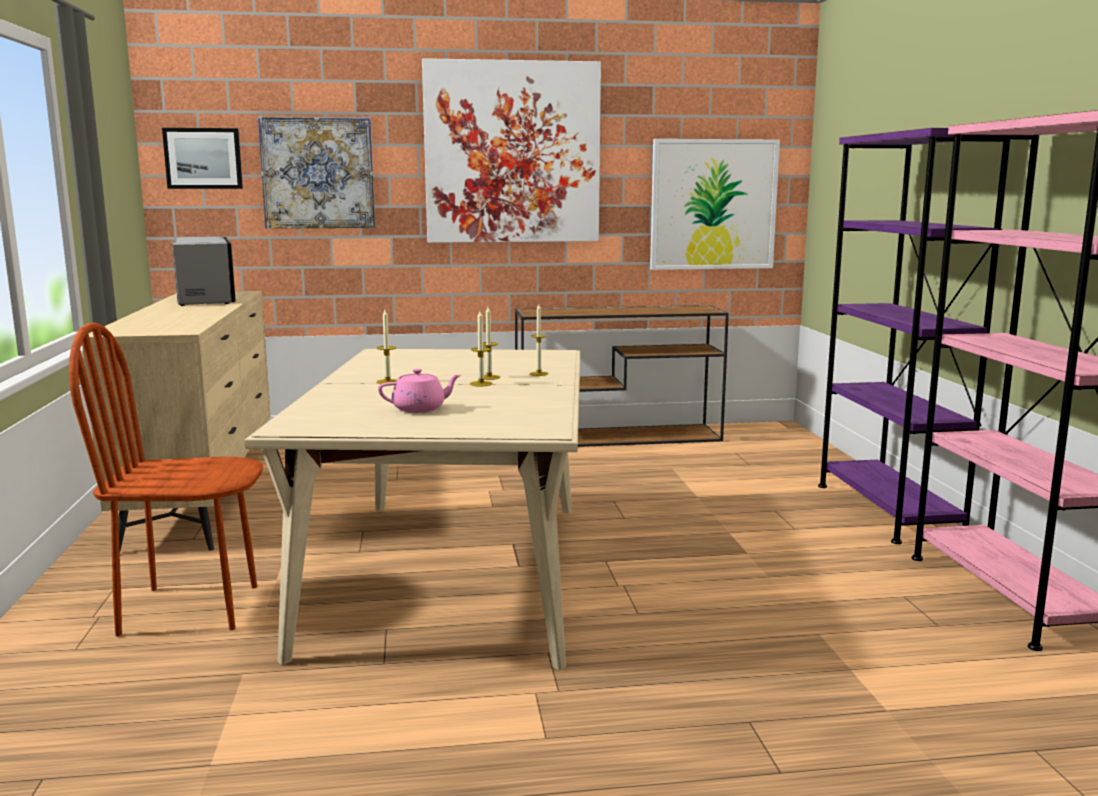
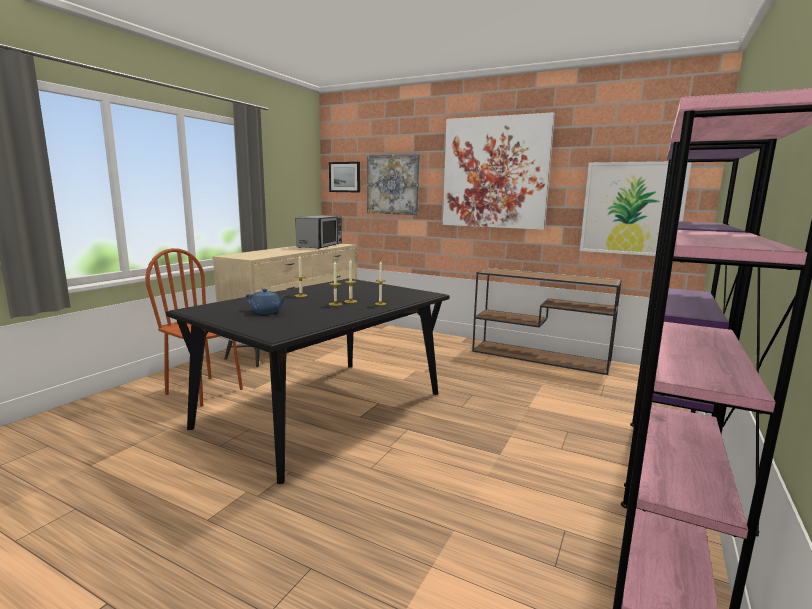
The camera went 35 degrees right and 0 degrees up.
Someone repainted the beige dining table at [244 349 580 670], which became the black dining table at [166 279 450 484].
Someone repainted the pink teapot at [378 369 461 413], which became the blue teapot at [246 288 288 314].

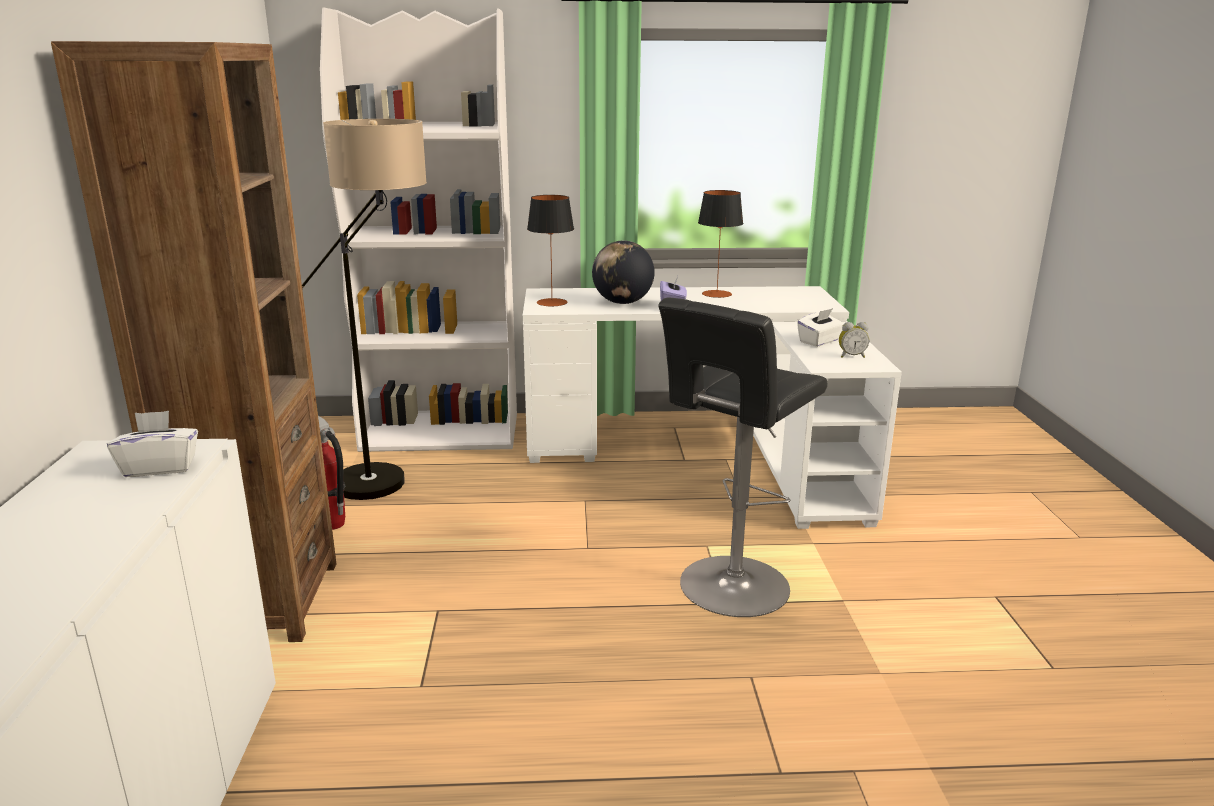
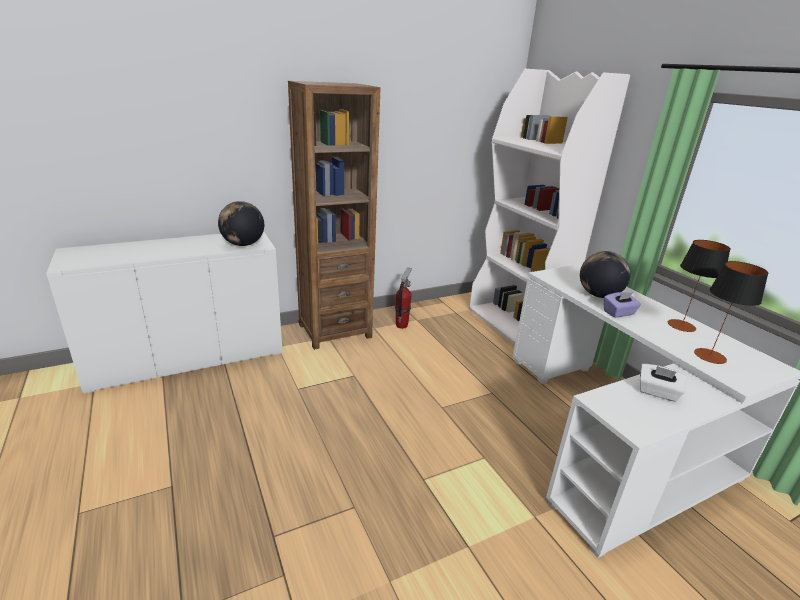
The camera went 65 degrees right and 5 degrees up.
Someone took away the floor lamp at [302 119 427 500].
Someone took away the black stool at [658 297 828 617].
Someone took away the alarm clock at [839 322 869 358].
Someone carried the table lamp from [527 195 574 307] to [694 261 769 364].
Someone swapped the white tissue box at [107 411 198 477] for the globe at [218 201 264 246].

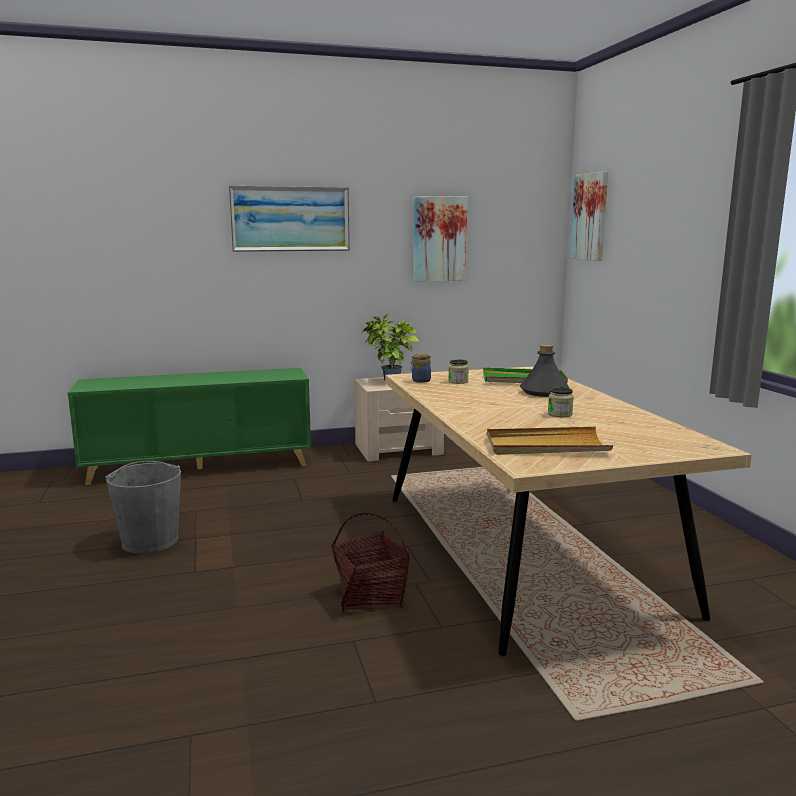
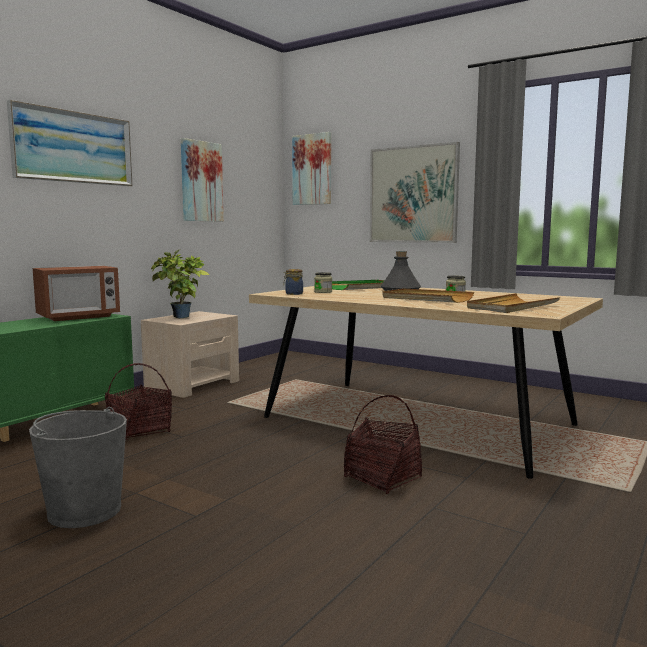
The camera went 40 degrees left and 5 degrees down.
Someone put down the microwave at [33 266 120 321].
Someone put down the basket at [105 363 172 440].
Someone put up the picture at [370 142 460 243].
Someone put down the beige tray at [382 288 474 303].

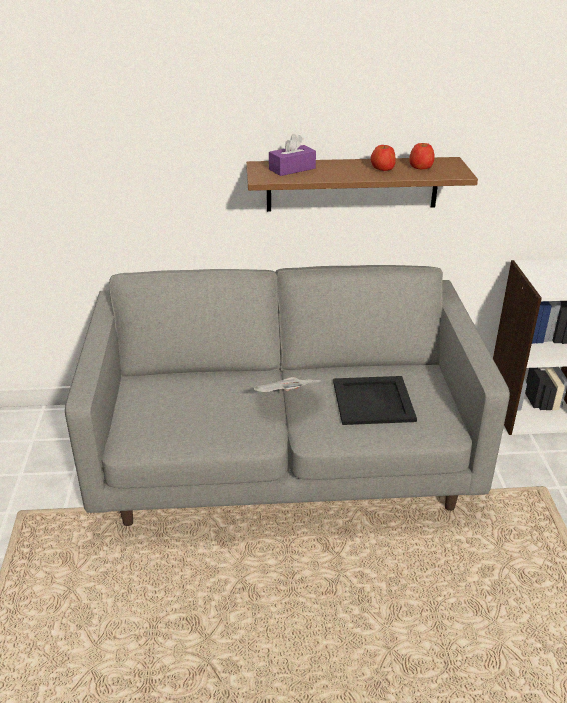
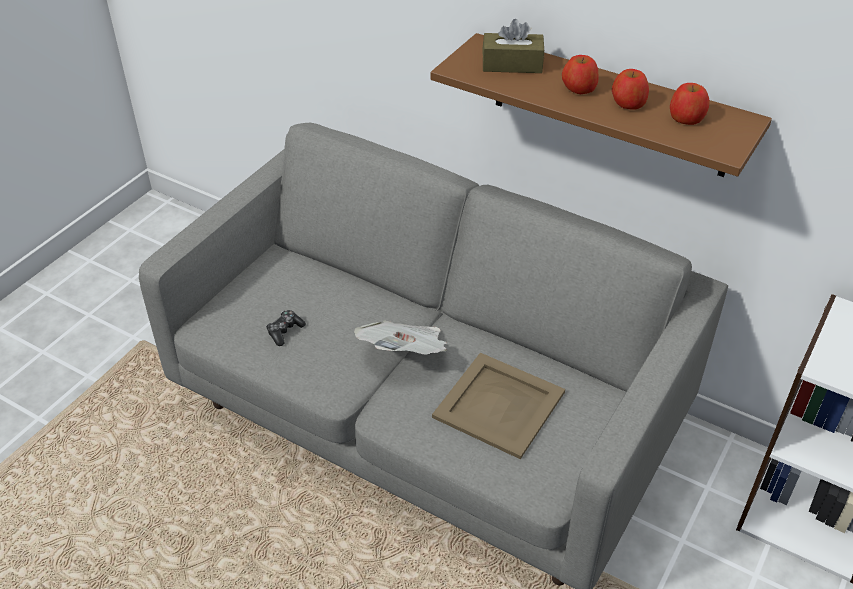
The camera went 35 degrees right and 10 degrees up.
Someone put down the game controller at [266 310 306 346].
Someone put down the apple at [562 55 599 94].
Someone repainted the purple tissue box at [269 133 316 176], which became the brown tissue box at [482 19 544 73].
Someone repainted the black tray at [333 376 417 425], which became the beige tray at [432 353 565 459].

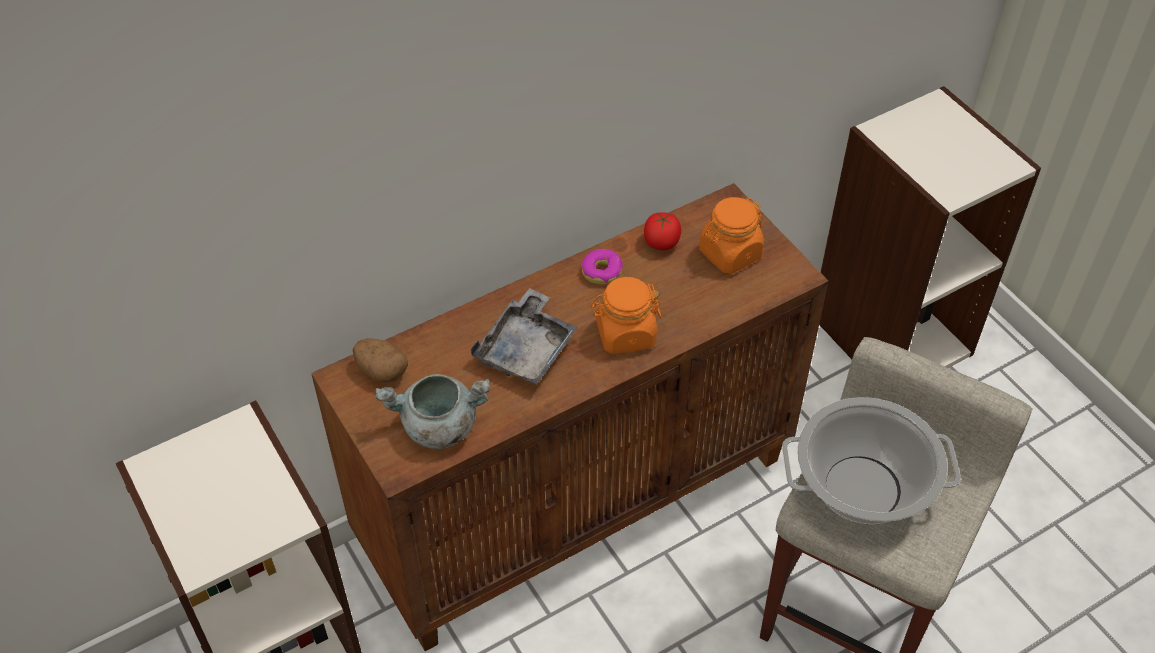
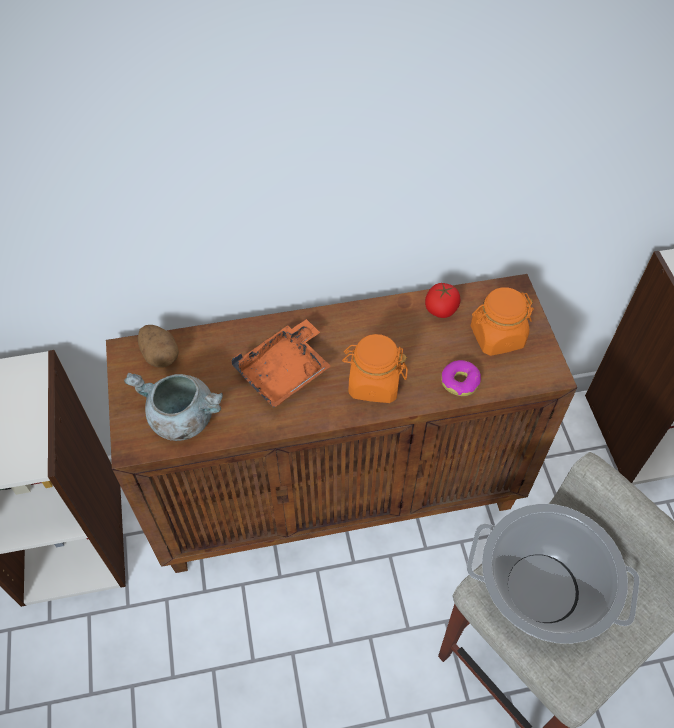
The camera went 20 degrees right and 5 degrees up.
Someone carried the donut from [582 249 623 284] to [441 360 481 396].
Someone repainted the grey tray at [470 288 578 384], which became the orange tray at [231 319 331 408].

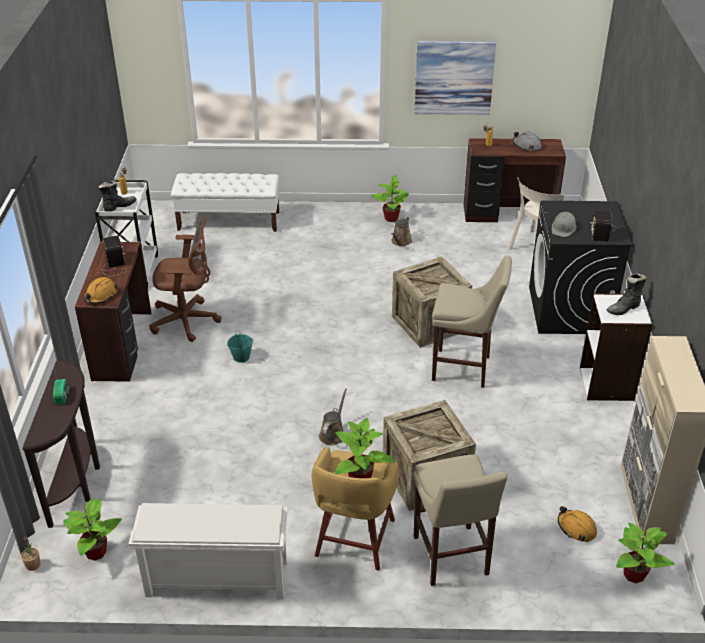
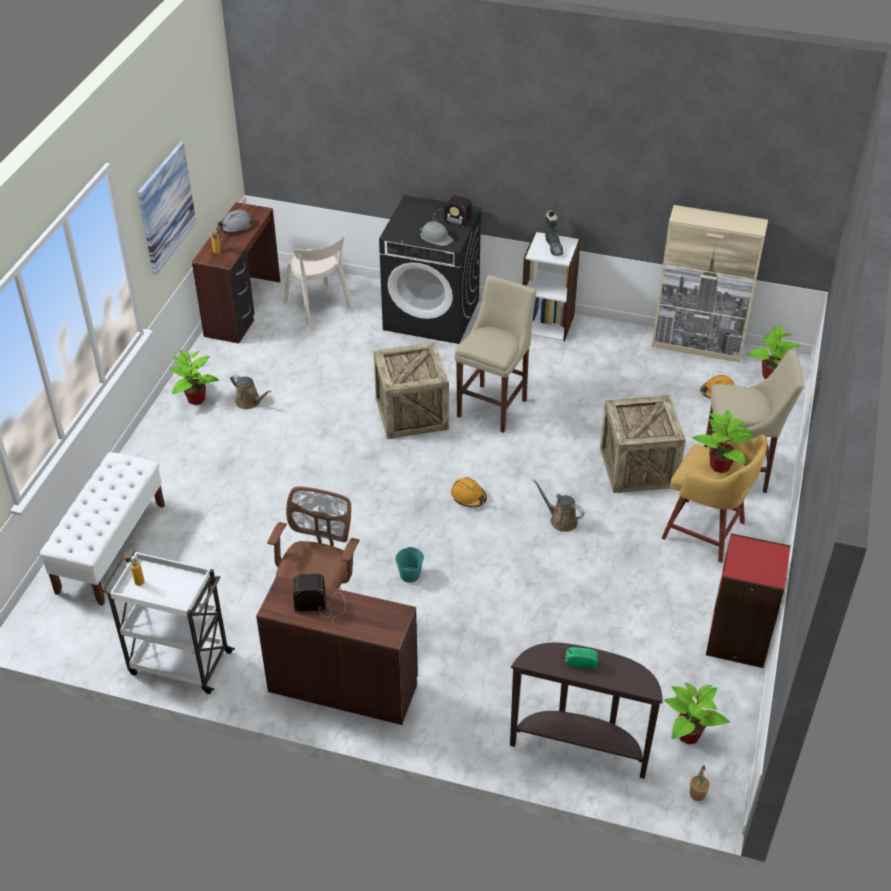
The camera went 75 degrees left and 5 degrees up.
Someone took away the black boot at [99 181 136 211].
Someone carried the orange hard hat from [83 277 118 304] to [451 477 487 507].
Someone swapped the white shoe rack at [129 503 288 599] for the red bookcase at [706 533 791 668].

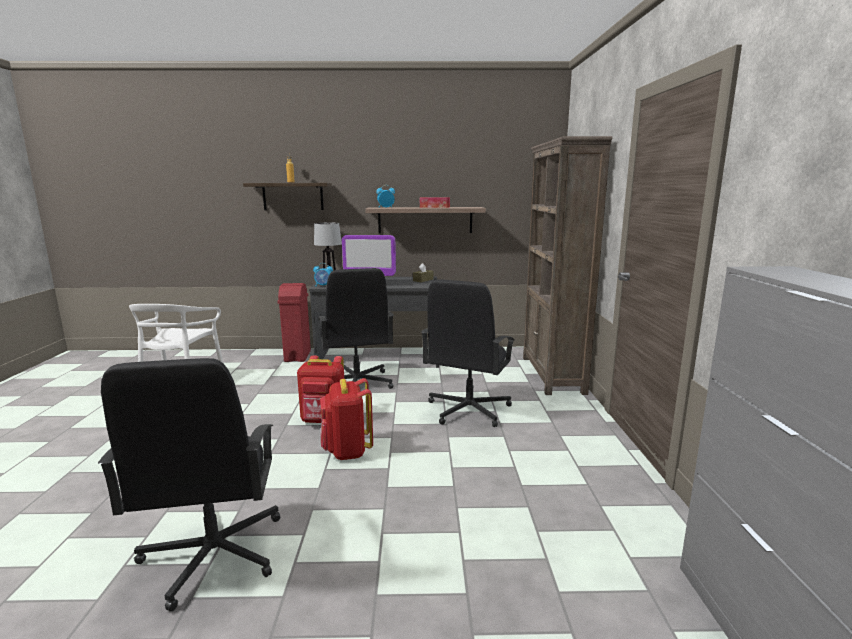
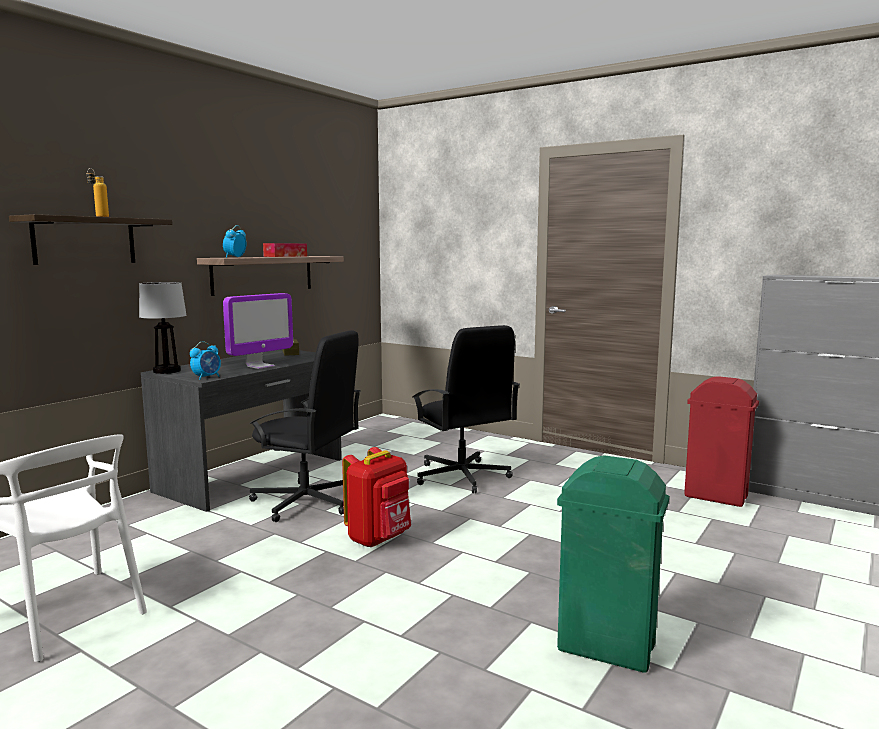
The camera went 55 degrees left and 5 degrees down.
Someone took away the red backpack at [320 378 373 460].
Someone took away the brown bookcase at [523 136 612 395].
Someone carried the red trash can from [277 283 311 362] to [684 376 759 507].
Someone swapped the black office chair at [98 358 280 612] for the green trash can at [557 455 669 672].

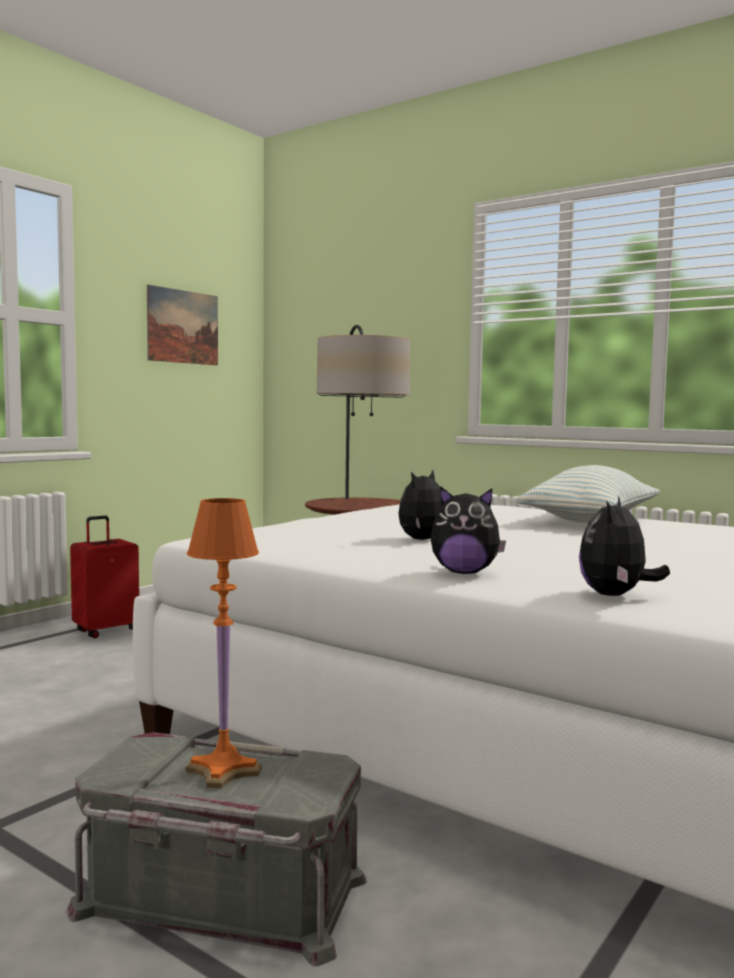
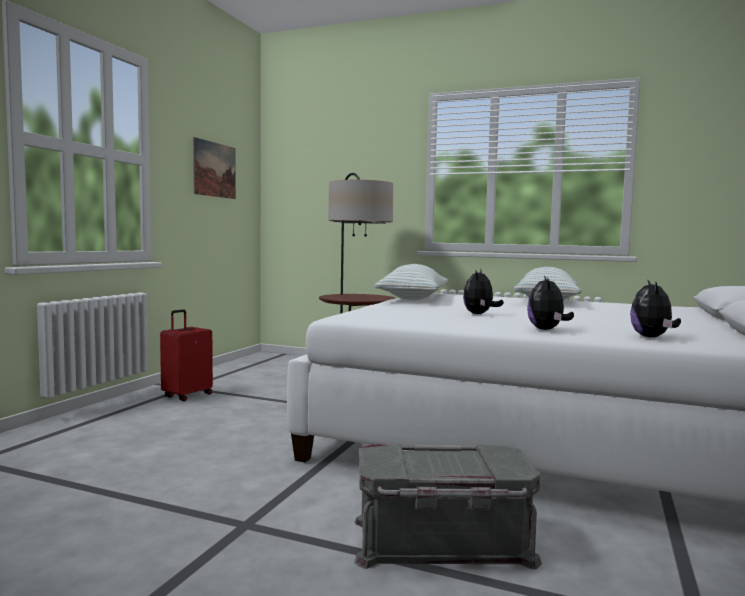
The camera went 15 degrees left and 0 degrees up.
Someone took away the orange table lamp at [186 498 262 789].
Someone put down the pillow at [375 264 448 300].
Someone rotated the plush toy at [431 487 506 574] by 105 degrees clockwise.

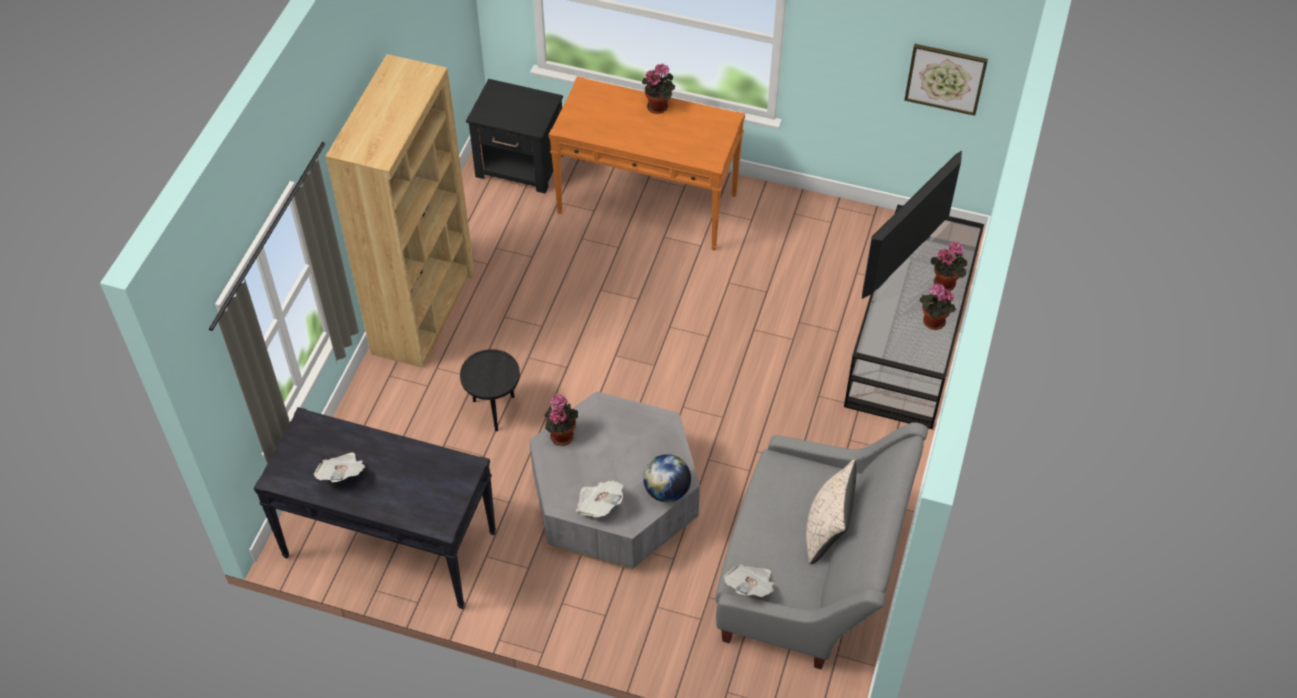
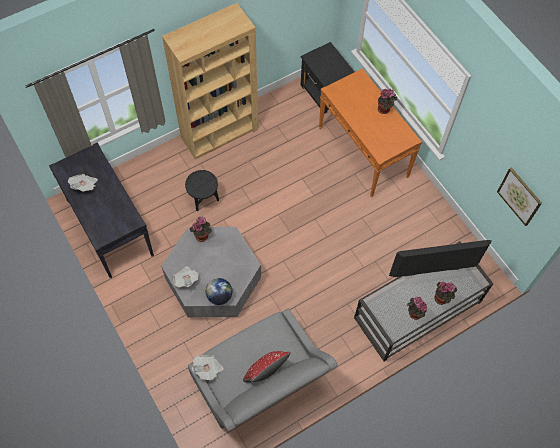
The camera went 40 degrees right and 10 degrees up.
Someone repainted the beige pillow at [806 460 856 564], which became the red pillow at [243 351 290 383].

